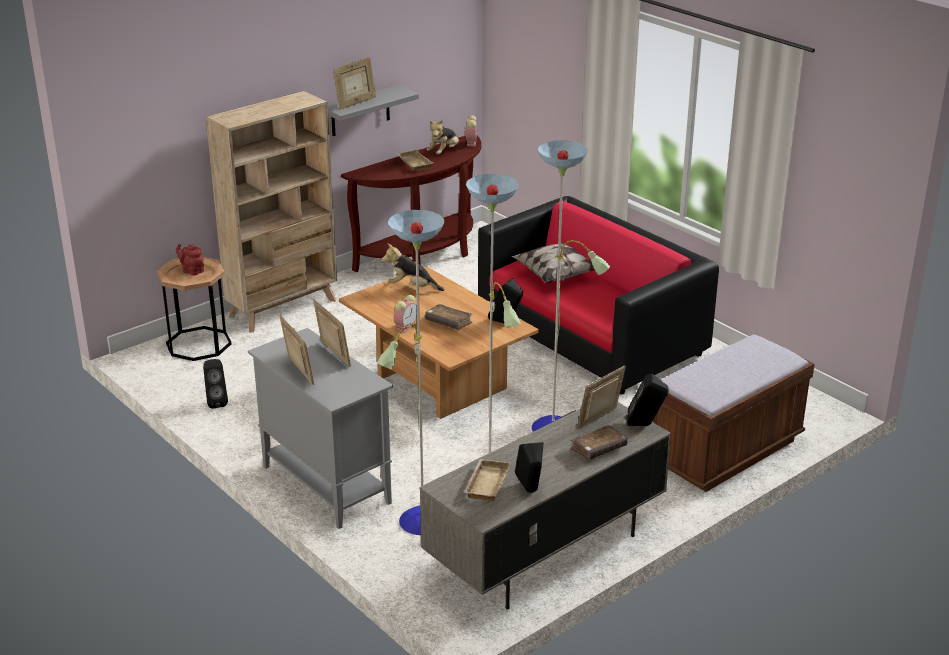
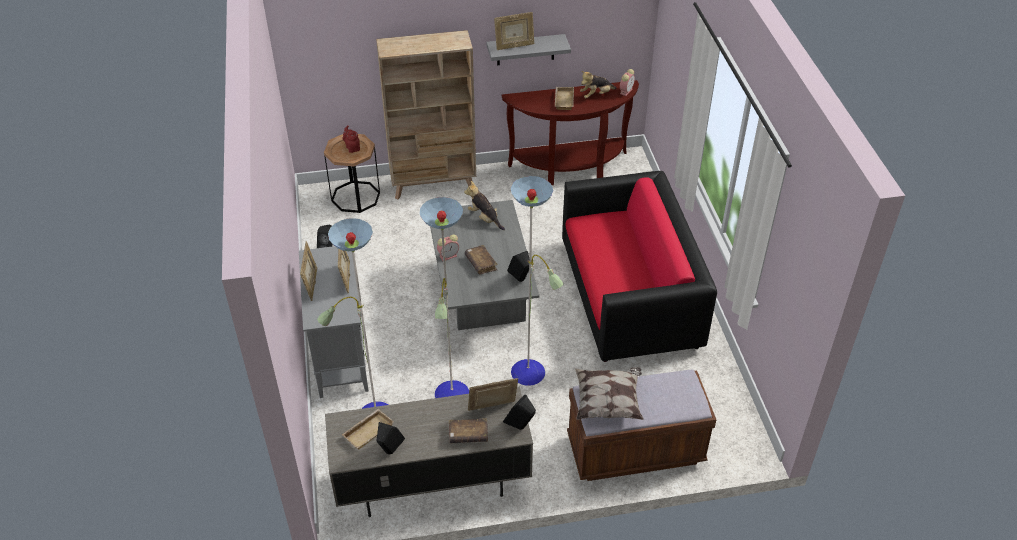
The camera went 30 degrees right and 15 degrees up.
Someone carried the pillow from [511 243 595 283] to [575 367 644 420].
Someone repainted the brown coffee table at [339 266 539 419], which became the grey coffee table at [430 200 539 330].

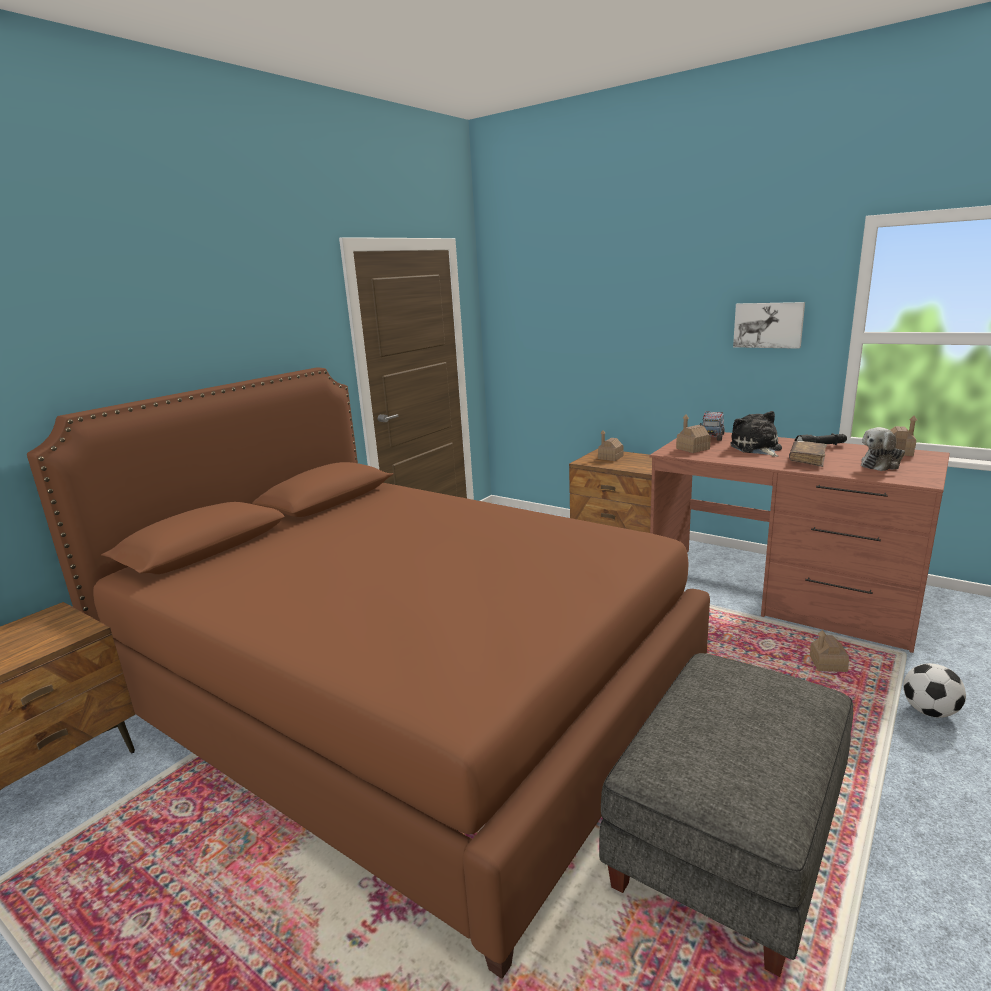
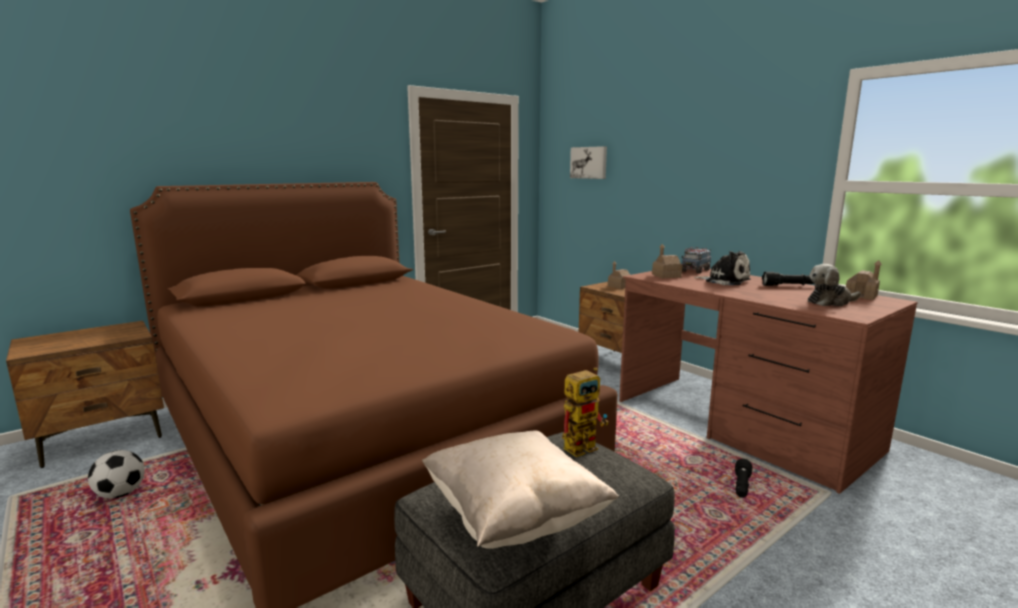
The camera went 15 degrees right and 5 degrees down.
Someone took away the brown book at [789 441 827 467].
Someone put down the beige pillow at [422 430 619 549].
Someone put down the toy robot at [562 367 609 457].
Someone carried the picture from [733 302 805 349] to [570 146 607 179].
Someone carried the football from [903 663 966 718] to [88 450 145 499].
Someone swapped the toy house at [810 630 849 672] for the black flashlight at [735 459 752 498].
Someone rotated the plush toy at [731 411 782 457] by 120 degrees clockwise.

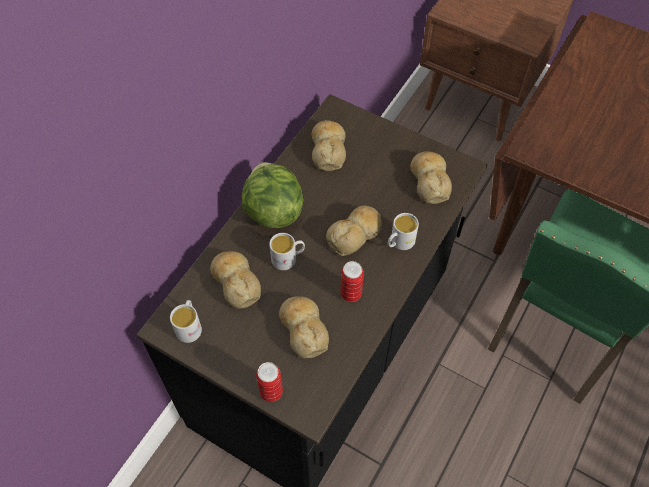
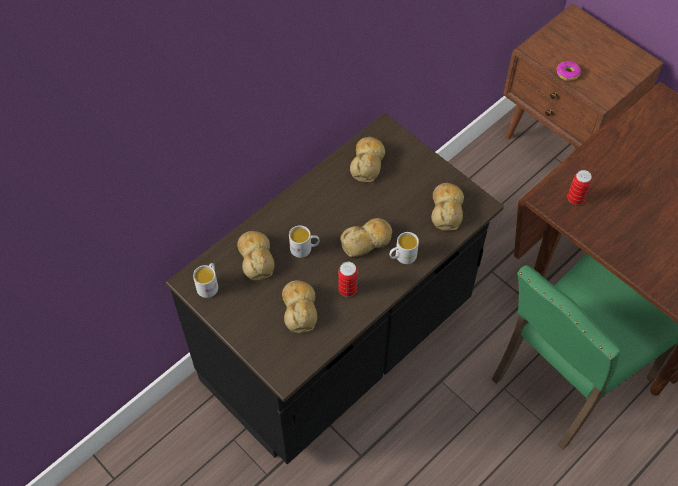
The camera went 15 degrees right and 0 degrees up.
Someone took away the lettuce at [242 162 304 228].
Someone put down the donut at [556 61 581 81].
Someone carried the can from [256 362 283 402] to [568 170 592 205].

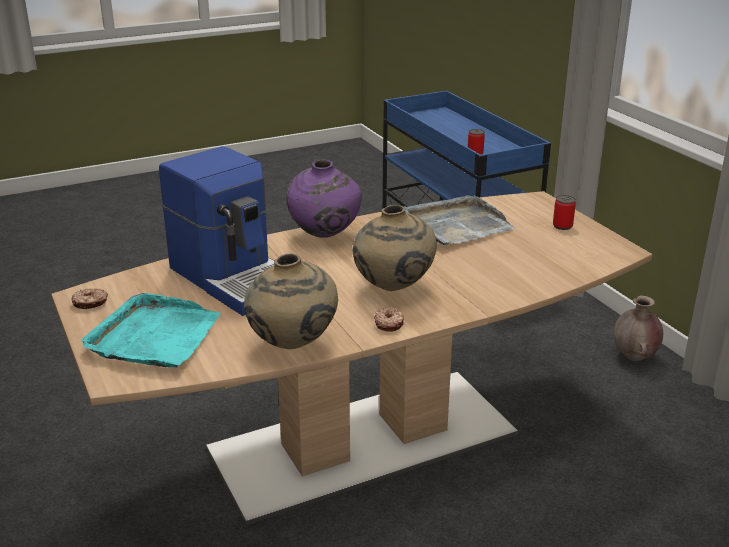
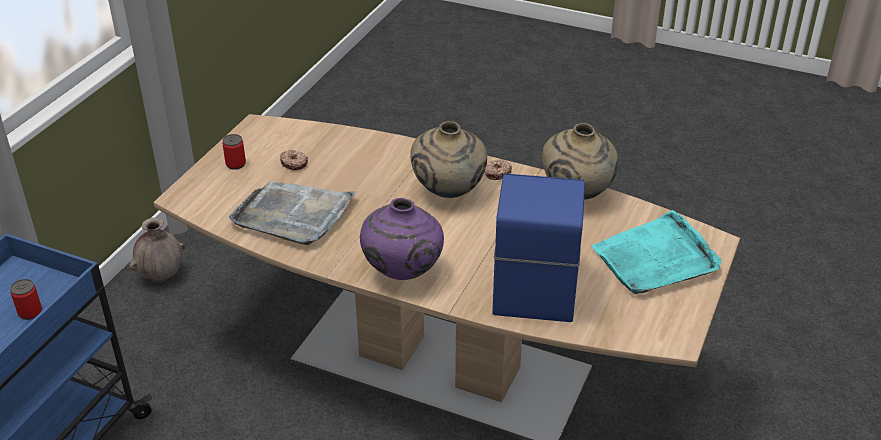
The camera went 130 degrees left and 10 degrees up.
Someone carried the donut from [72 288 108 309] to [280 150 308 170].

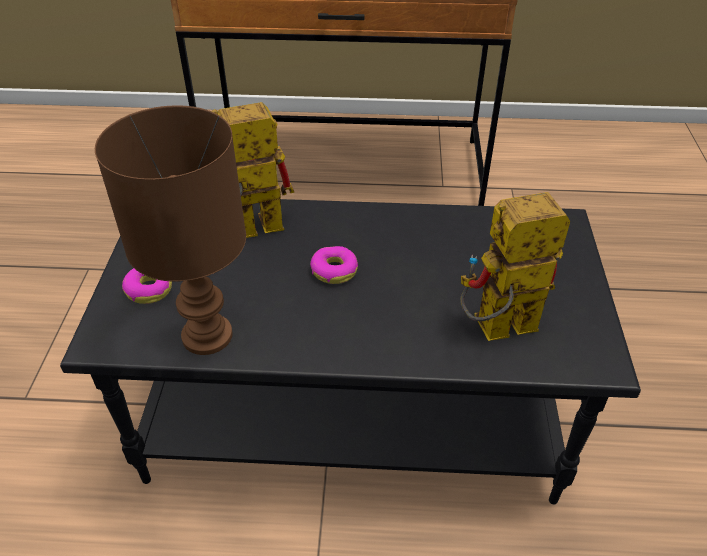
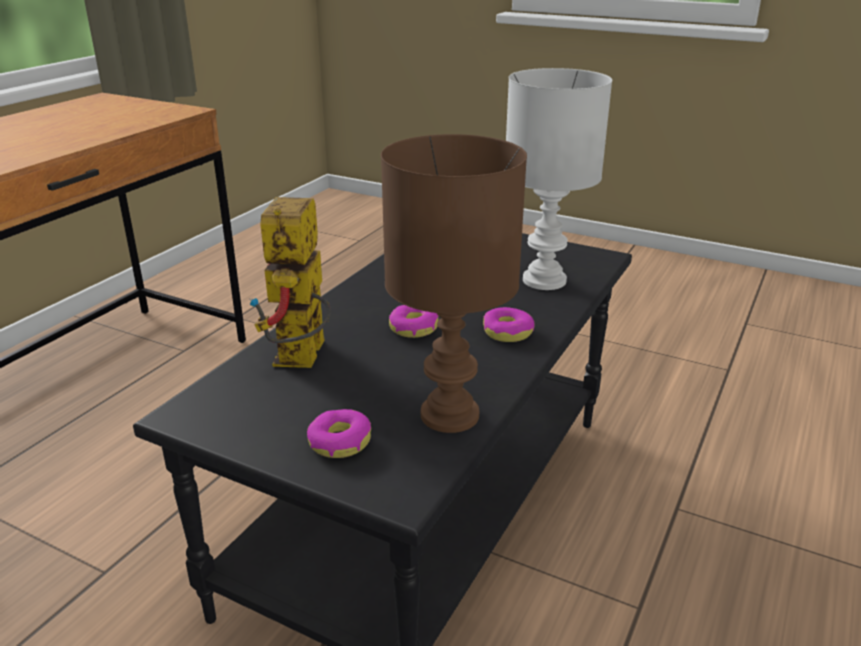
The camera went 65 degrees left and 15 degrees down.
Someone put down the donut at [483 307 535 342].
Someone swapped the toy robot at [460 192 570 341] for the white table lamp at [506 68 612 290].

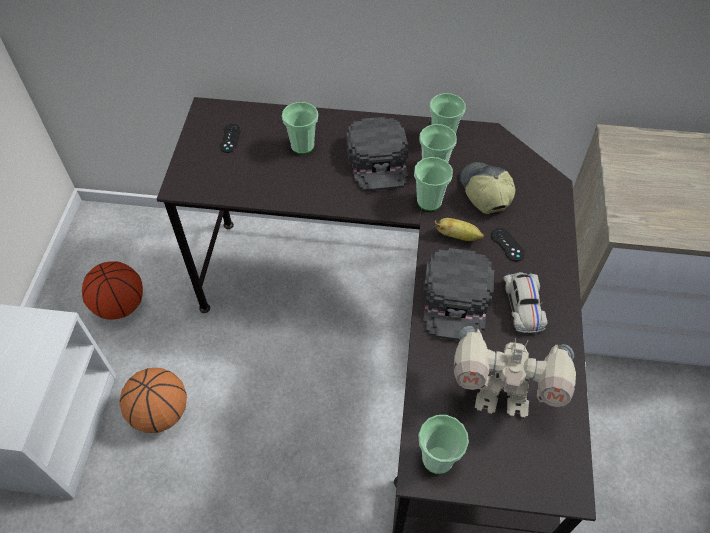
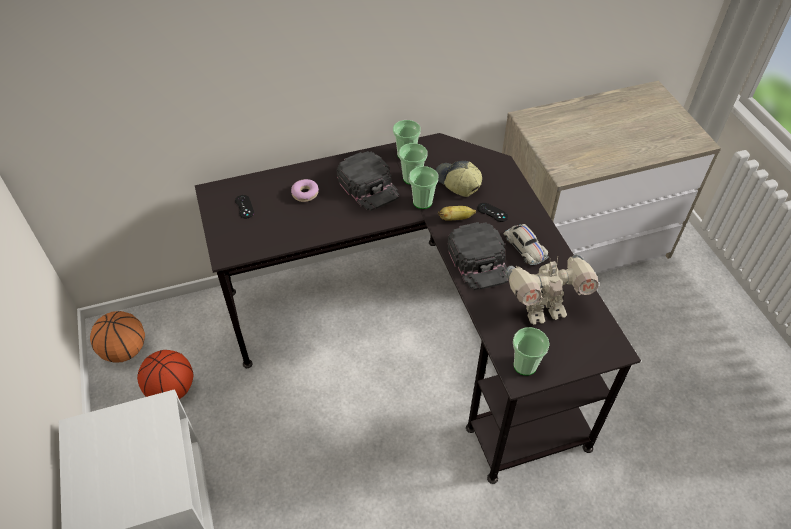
The camera went 25 degrees left and 5 degrees down.
Someone carried the basketball from [120 368 187 433] to [90 311 145 363].
Someone swapped the cup at [282 102 318 154] for the donut at [291 179 319 202].

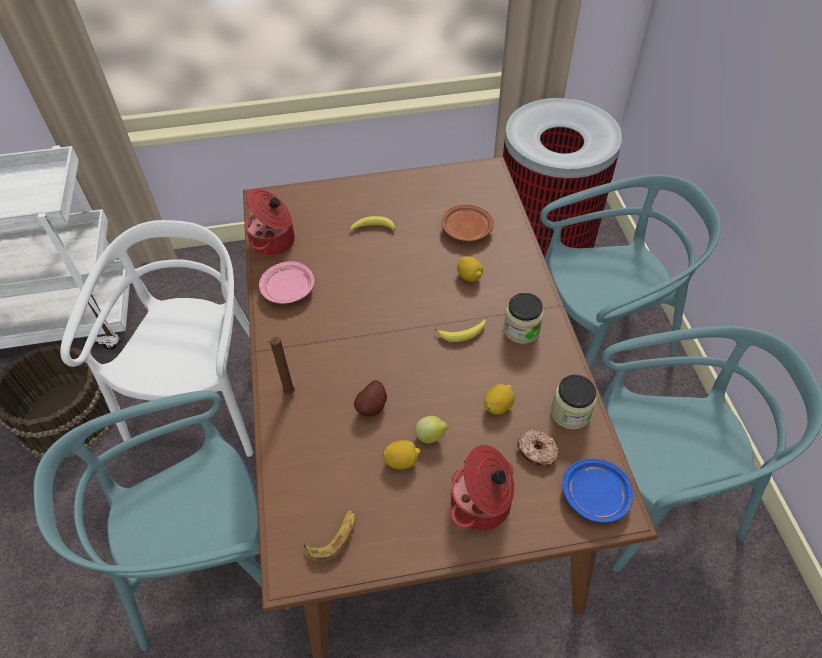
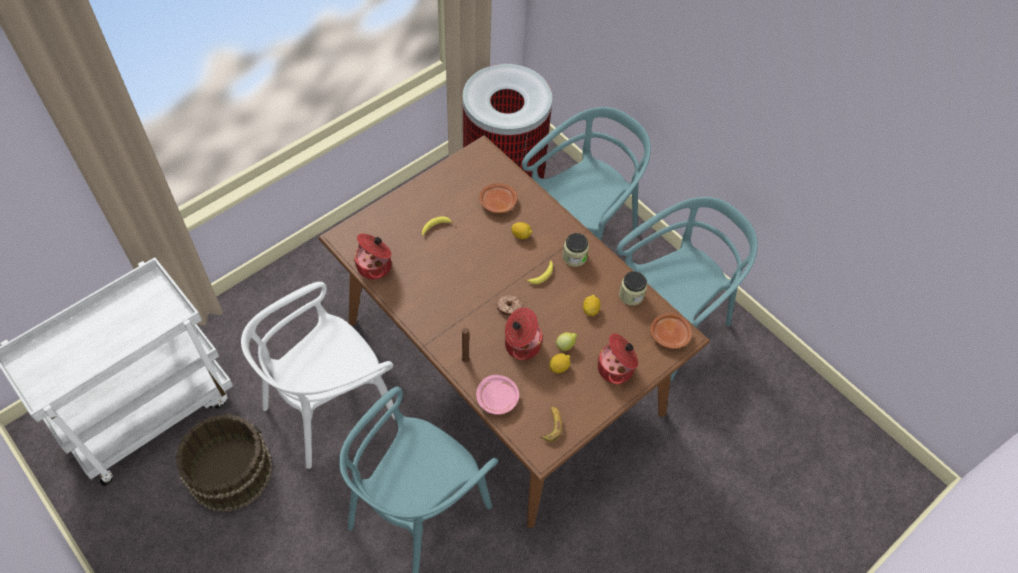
The camera went 35 degrees left and 5 degrees up.
Someone carried the pink plate from [259 261 314 304] to [476 375 519 415].
Someone carried the donut from [517 429 559 465] to [497 295 523 315].
Someone swapped the potato at [354 380 387 416] for the cooking pot at [505 308 543 360].
Someone repainted the blue plate at [562 459 633 523], which became the brown plate at [650 313 692 349].
Someone rotated the white chair at [60 220 253 457] by 105 degrees counterclockwise.

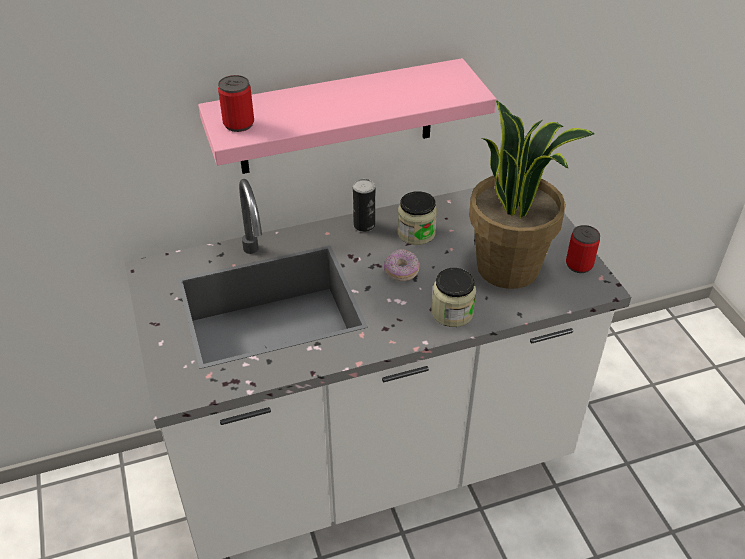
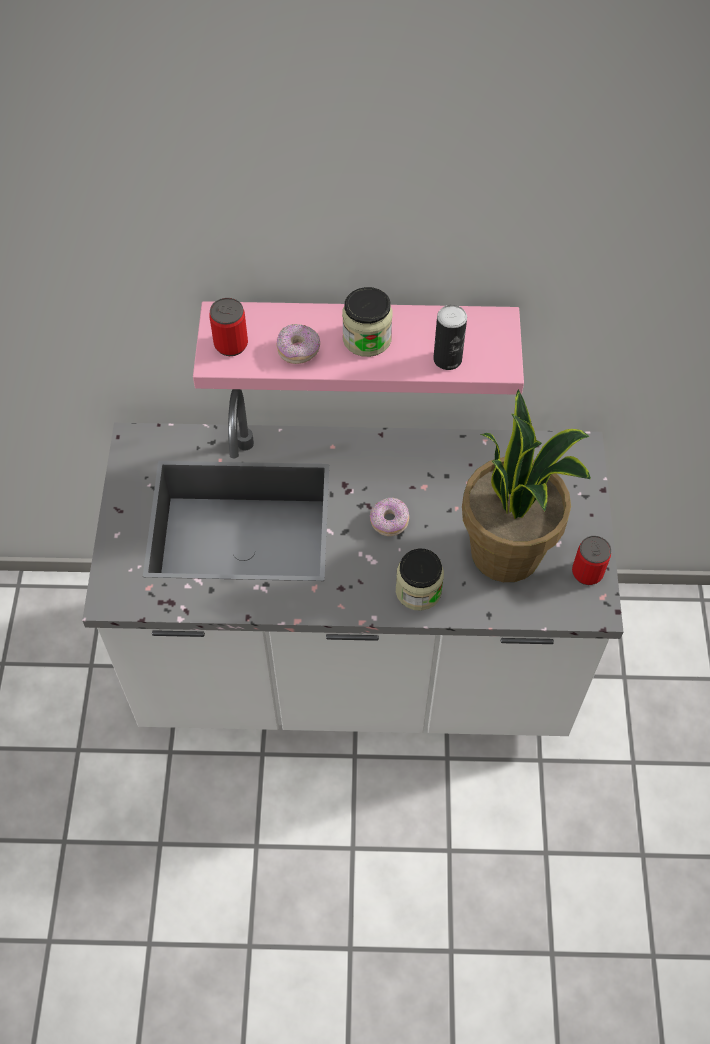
The camera went 20 degrees right and 15 degrees up.
Someone put down the donut at [276 324 320 364].
Someone carried the can from [353 179 375 232] to [433 305 467 370].
Someone carried the jar from [398 191 437 245] to [342 287 393 357].

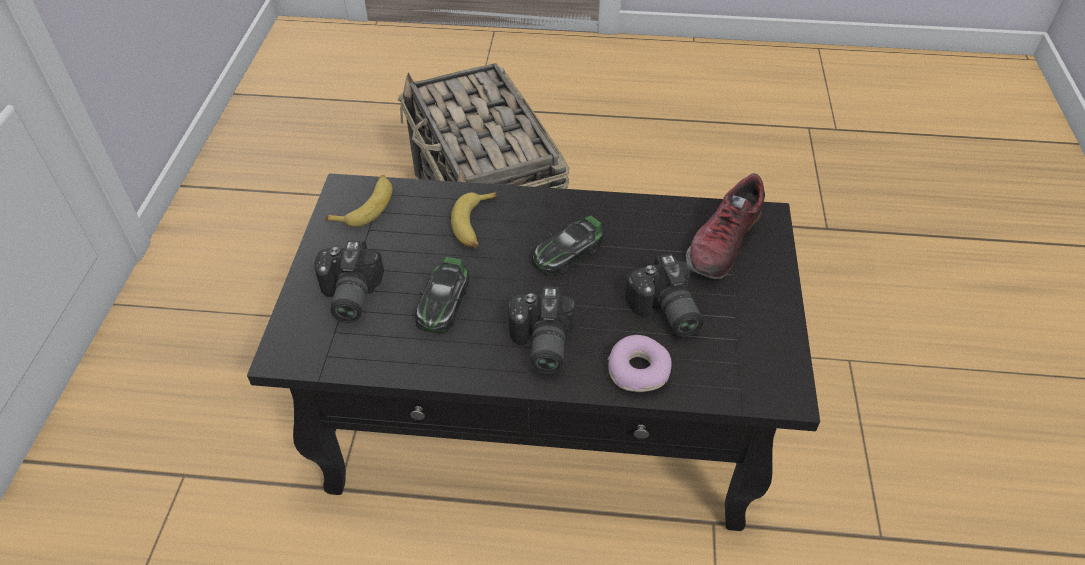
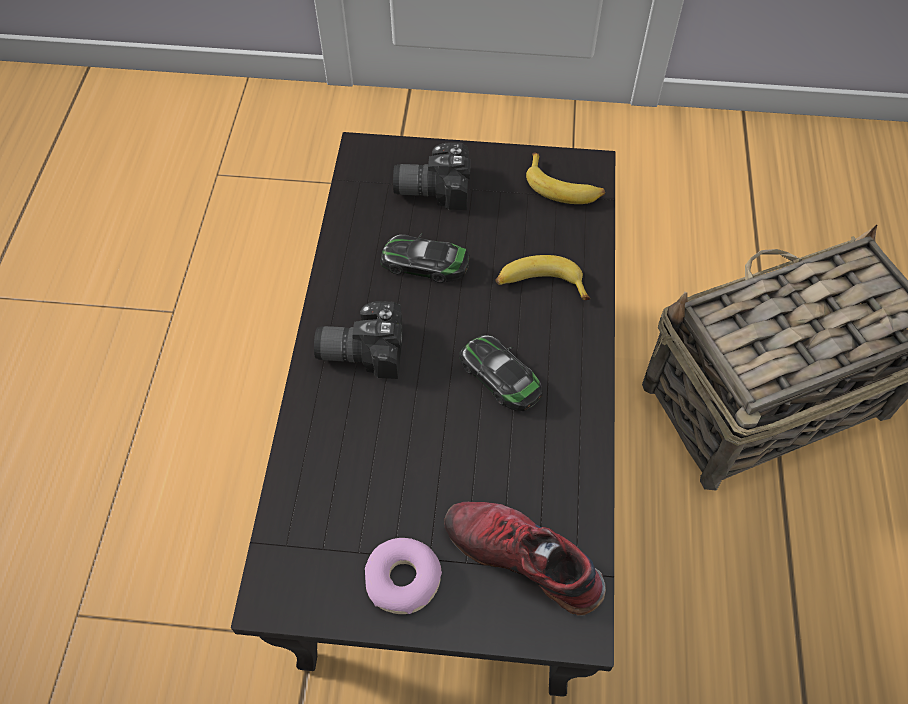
The camera went 90 degrees right and 10 degrees up.
Someone took away the photo camera at [625 254 703 337].
Someone carried the donut from [608 335 672 392] to [365 538 442 614].

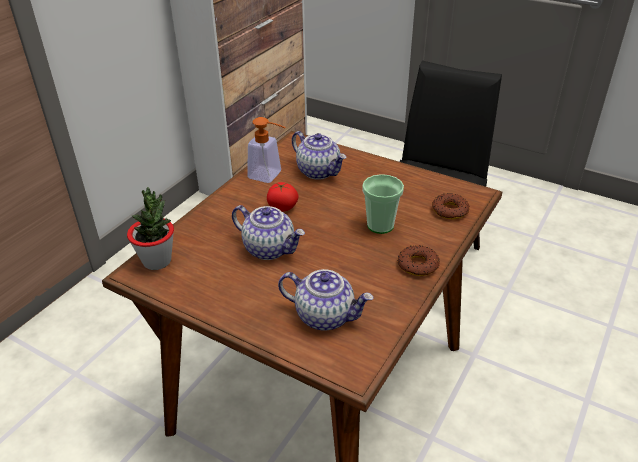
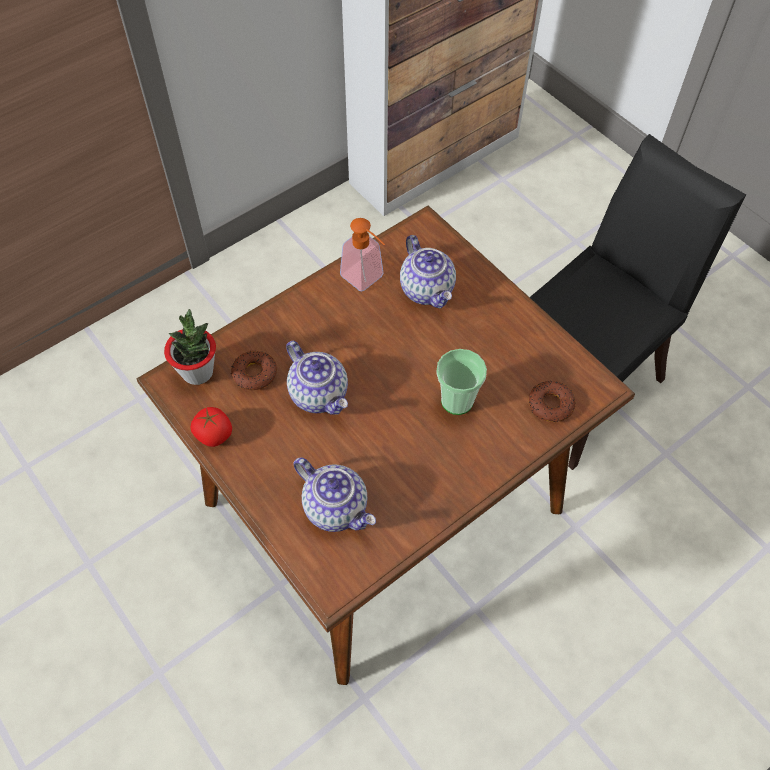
The camera went 20 degrees right and 20 degrees up.
Someone carried the tomato from [267 182 299 212] to [191 407 232 447].
Someone carried the donut from [398 245 440 276] to [231 350 277 390].

